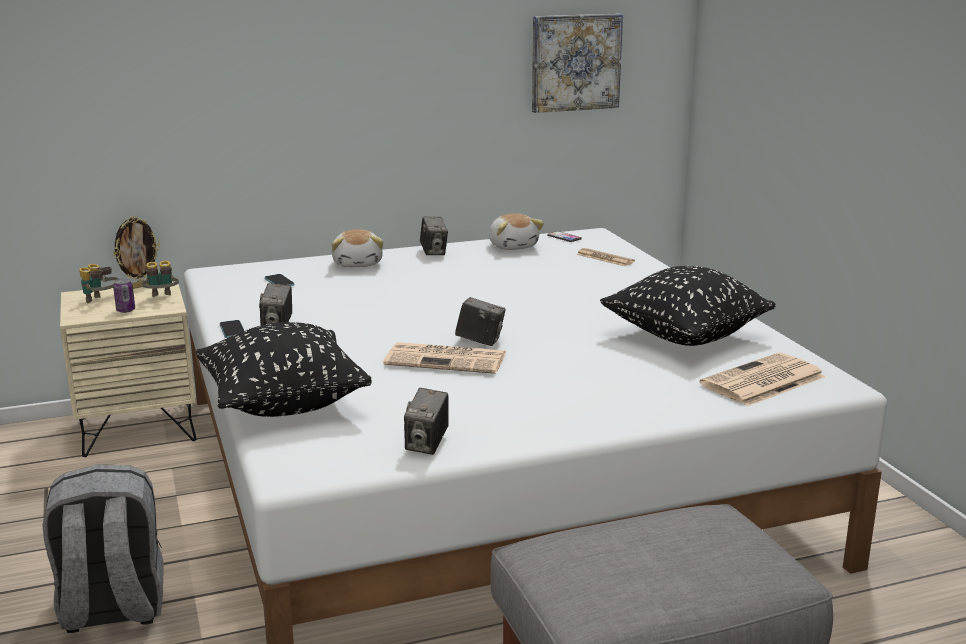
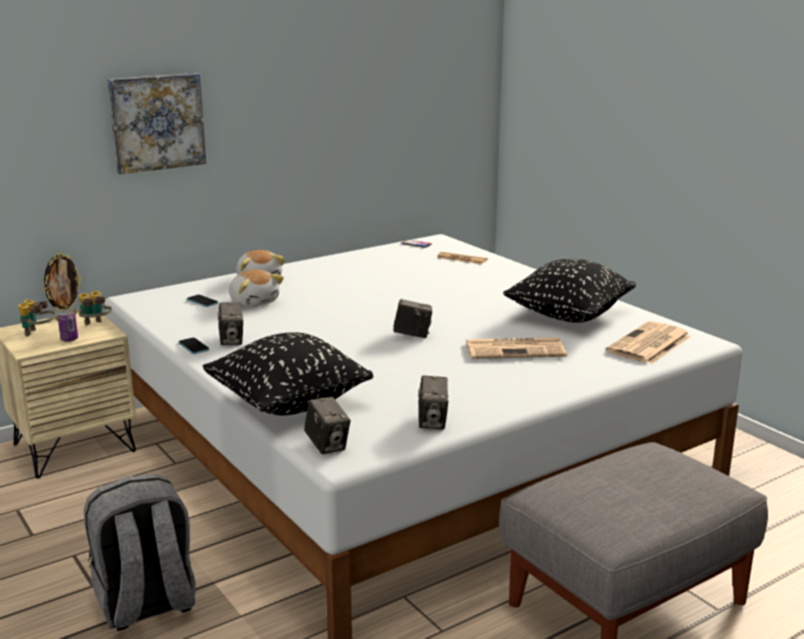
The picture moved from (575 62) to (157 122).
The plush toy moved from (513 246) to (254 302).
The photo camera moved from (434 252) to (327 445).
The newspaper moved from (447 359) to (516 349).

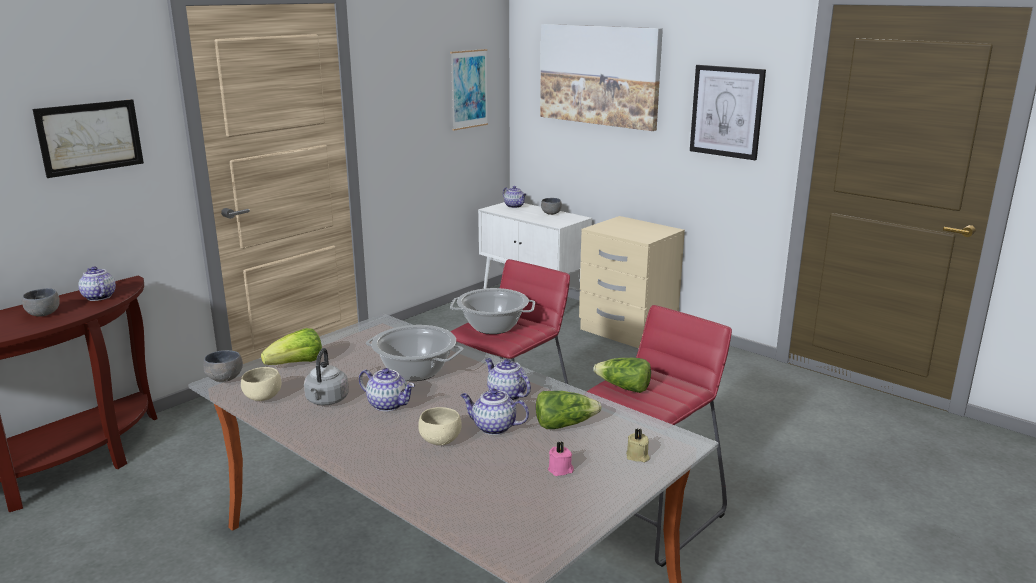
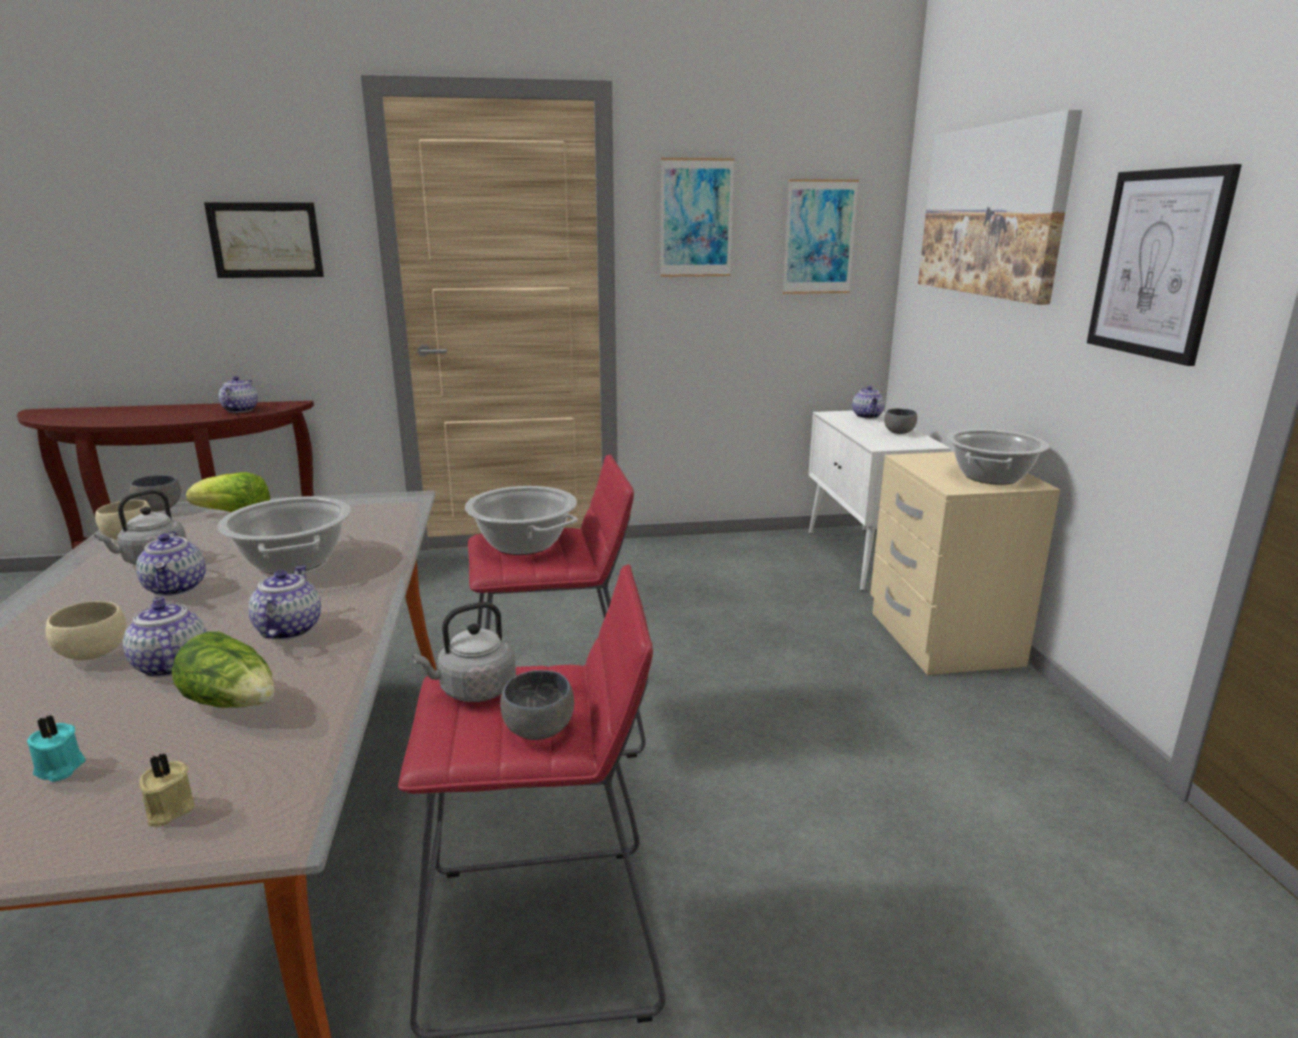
The candle/pink at (561 470) became the candle/turquoise at (59 769).
The lettuce at (624 388) was replaced by the kettle/grey at (473 690).
The bowl/grey moved from (44 314) to (539 732).
The picture at (696 218) appeared.
The cooking pot at (990 476) appeared.

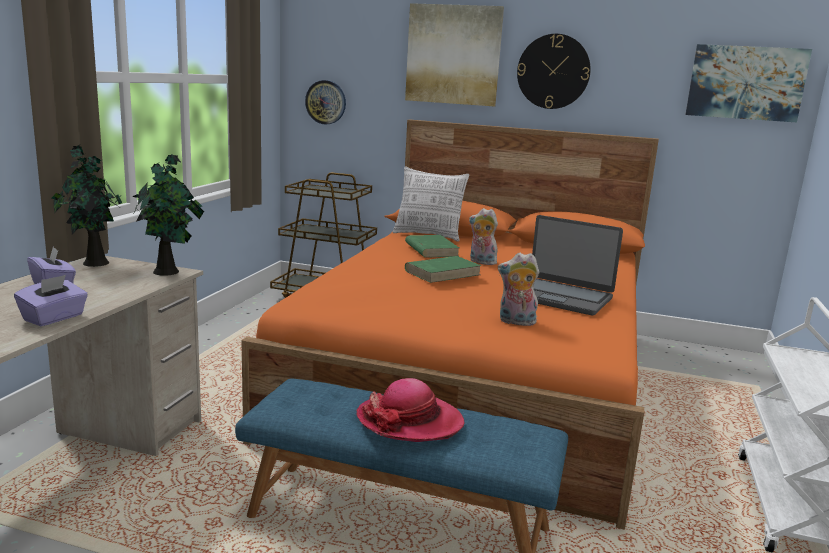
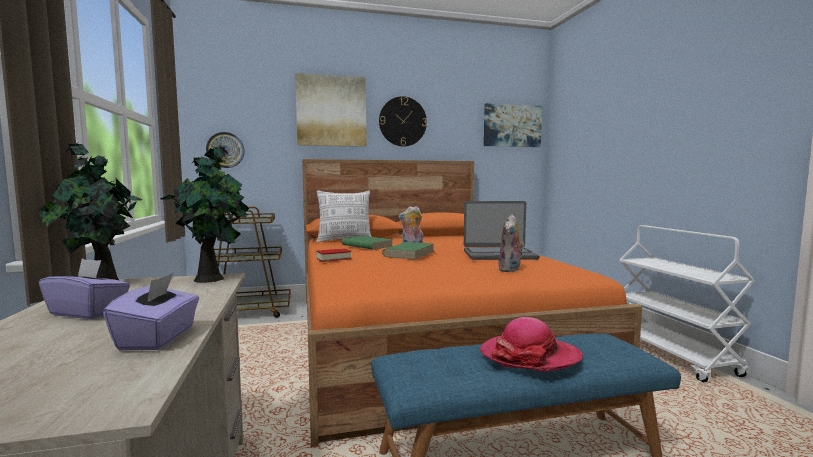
The book at (333 258) appeared.
The plush toy at (516 322) turned 45 degrees counterclockwise.

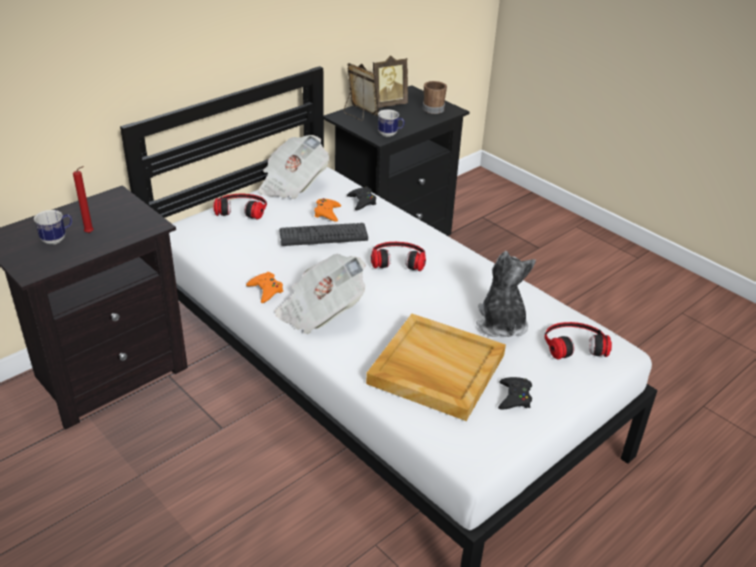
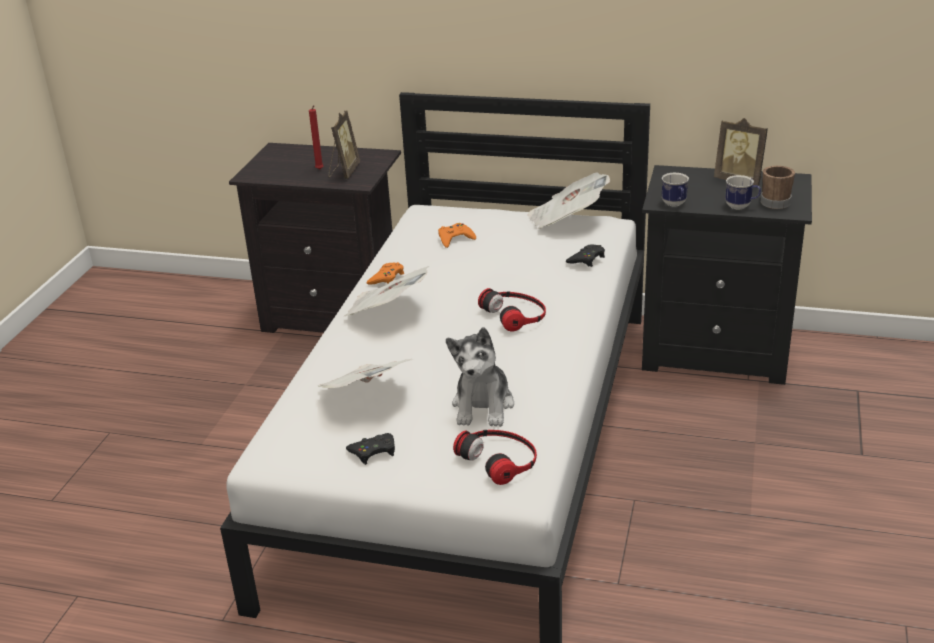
The tray/beige at (435 369) was replaced by the newspaper at (367 395).
The picture frame moved from (359 114) to (344 172).
The game controller/orange moved from (327 213) to (455 239).
The plush toy at (501 323) turned 135 degrees clockwise.
The mug moved from (57 239) to (741 206).
The headphones at (242 209) disappeared.
The keyboard at (323 235) disappeared.

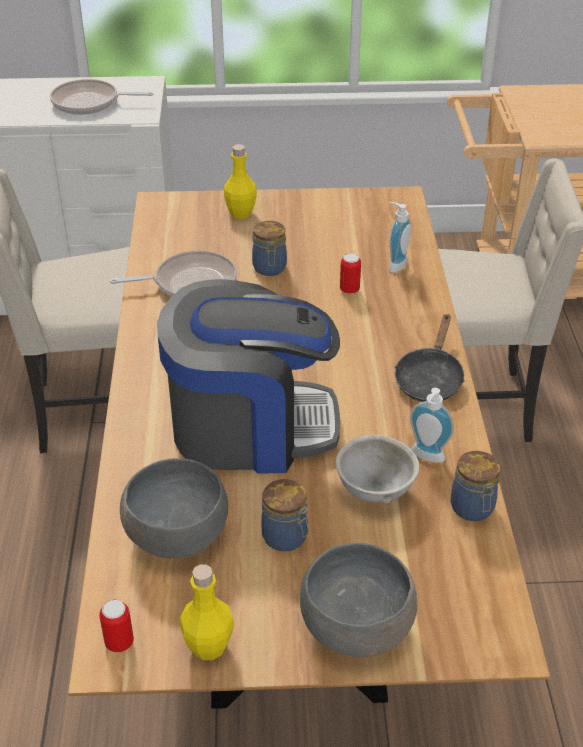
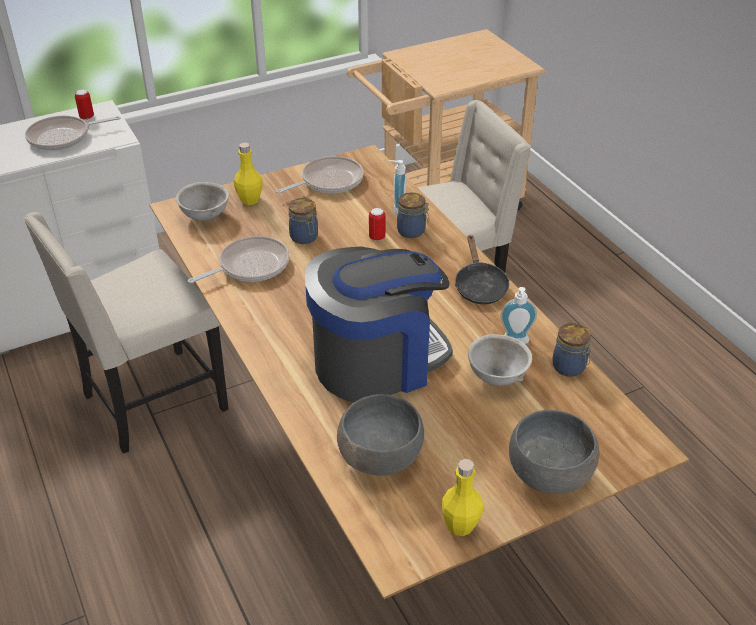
The can moved from (119 643) to (87 117).
The bowl/grey at (205 216) appeared.
The frying pan at (328 181) appeared.
The jar moved from (286 537) to (412 231).

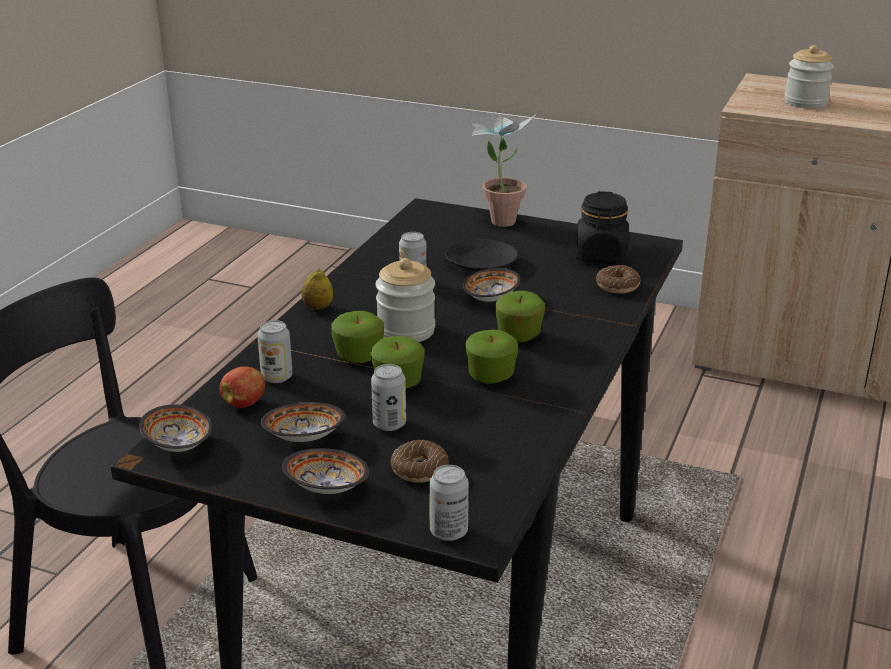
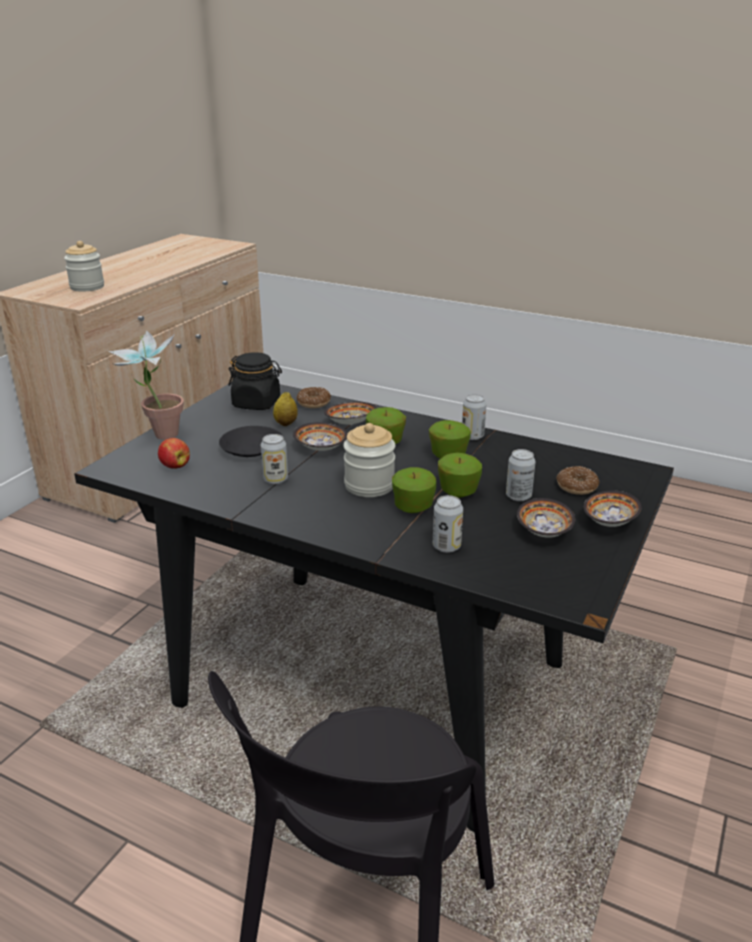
The apple moved from (244 403) to (175 466).
The lemon moved from (318 308) to (286 424).
The bowl moved from (178 445) to (350 423).
The can moved from (448 531) to (472 436).

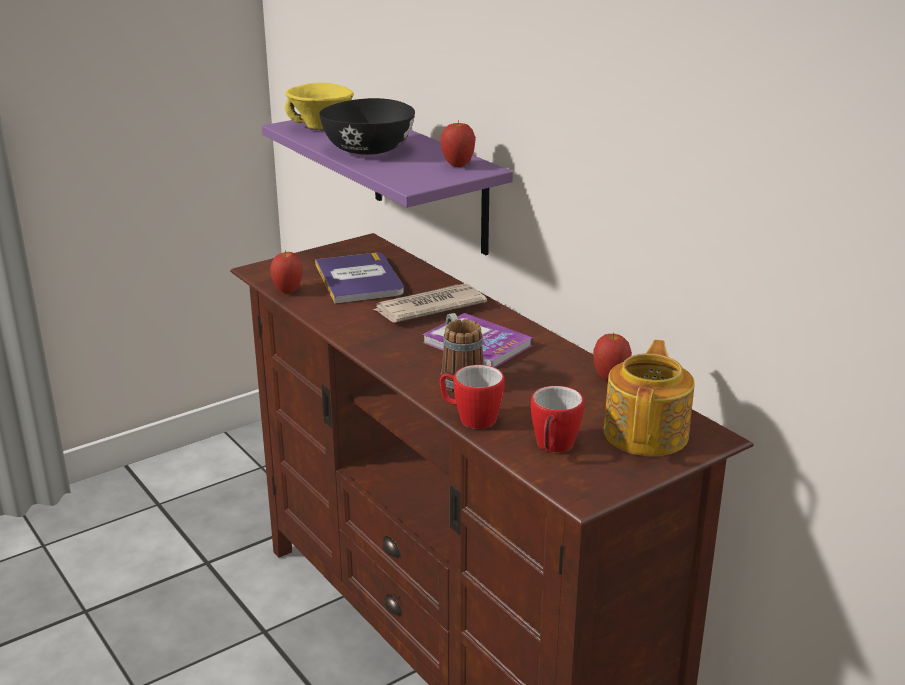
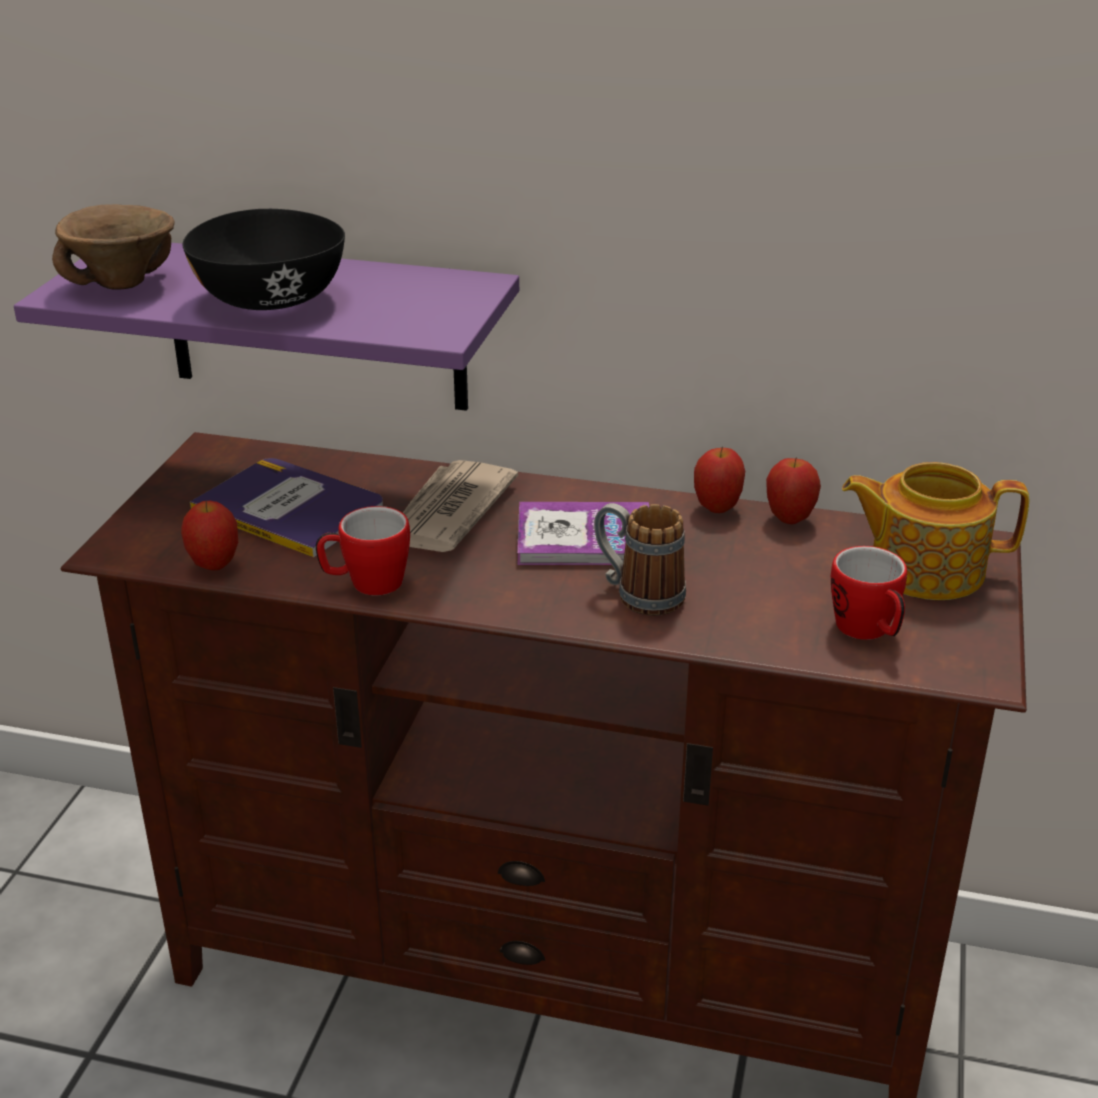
The bowl/yellow at (319 128) became the bowl/brown at (122 284).
The mug moved from (470 418) to (366 584).
The apple moved from (457 165) to (717 508).
The teapot at (647 433) turned 60 degrees counterclockwise.

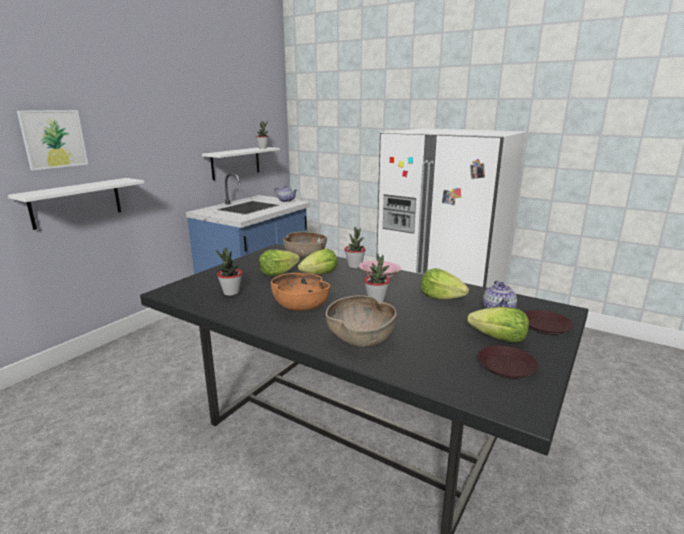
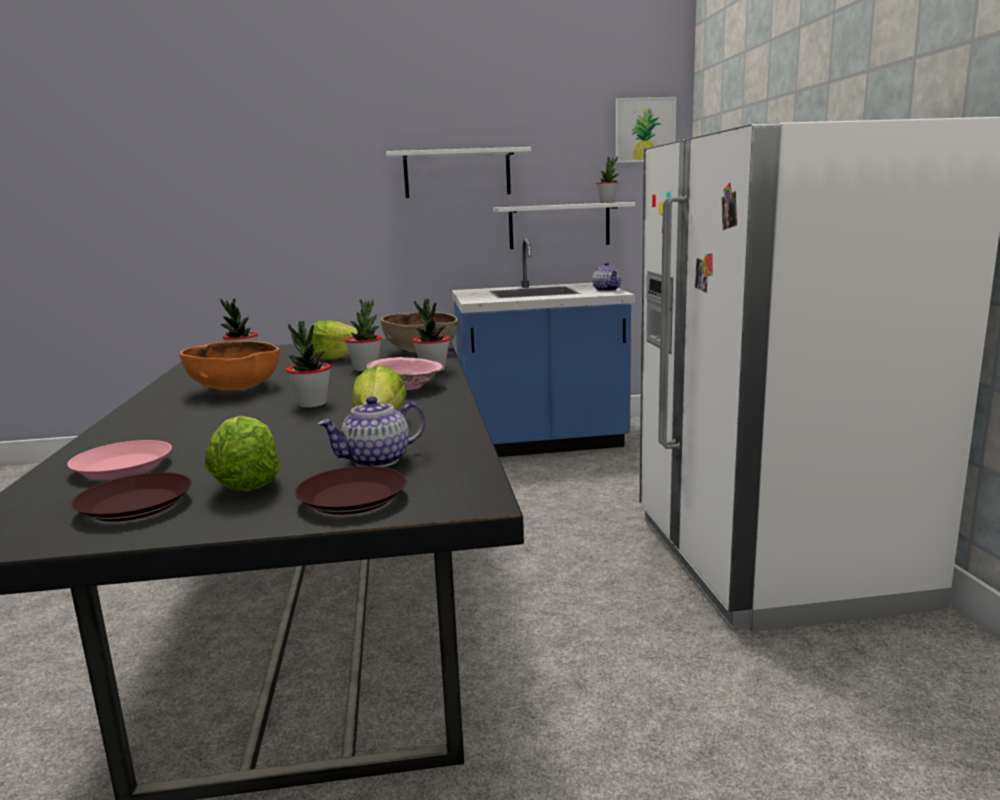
The plate/pink at (123 467) appeared.
The lettuce at (320 274) was replaced by the potted plant at (366 369).
The shelf/white moved from (76 202) to (457 174).
The picture moved from (54 139) to (645 130).
The bowl/brown at (361 339) disappeared.

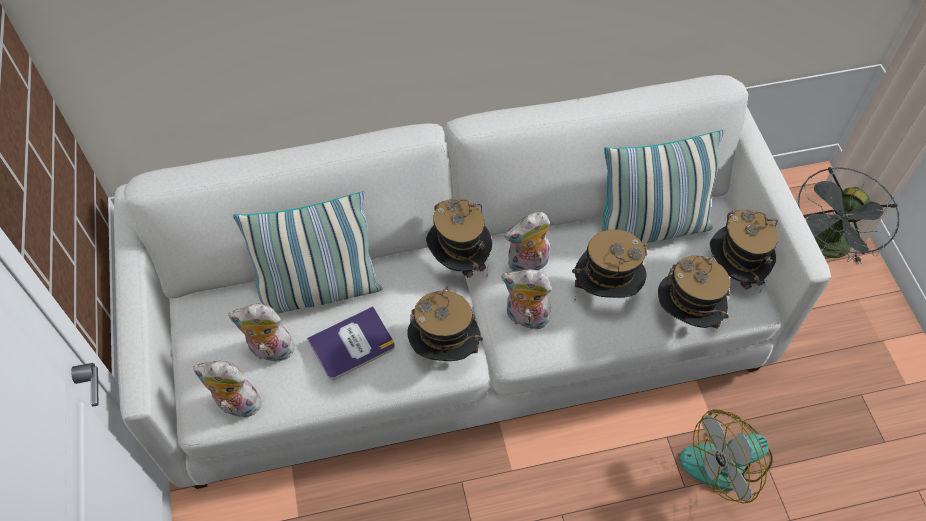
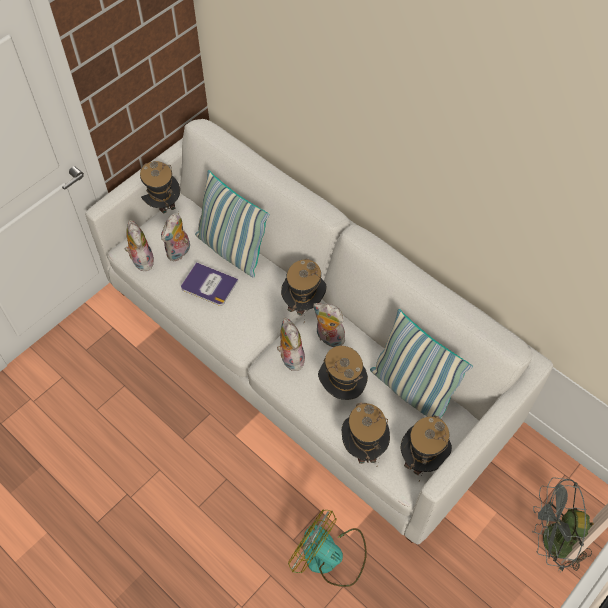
The hat moved from (444 350) to (163 205).
The plush toy at (270 351) turned 120 degrees counterclockwise.

